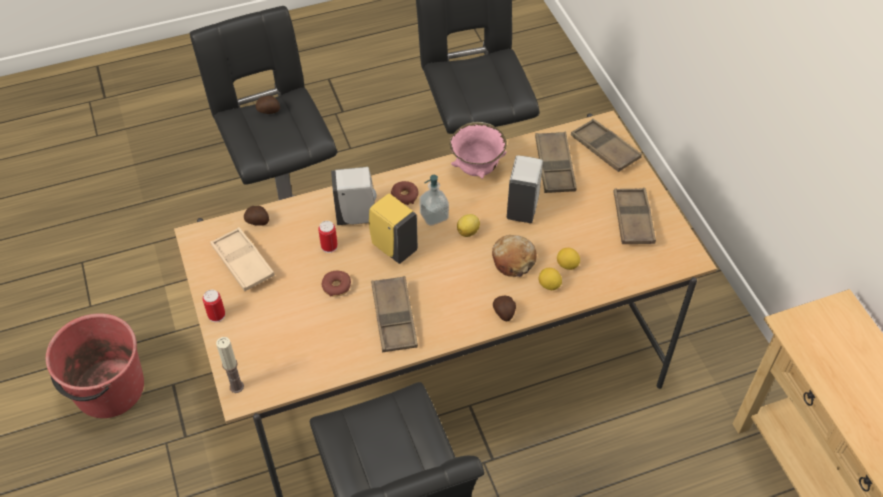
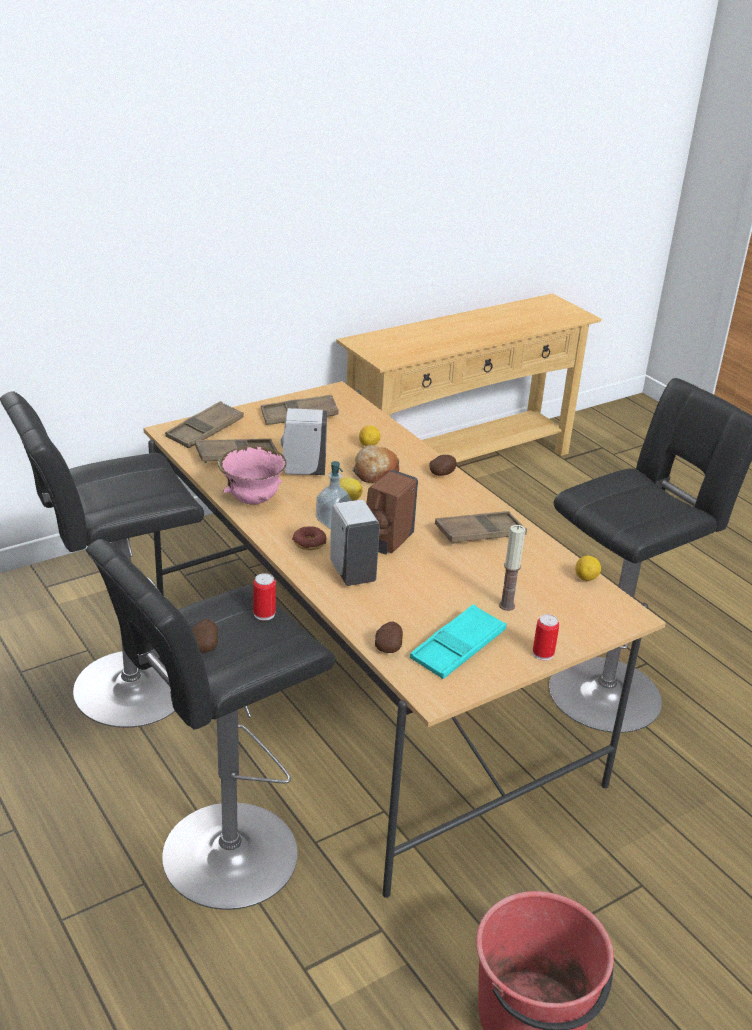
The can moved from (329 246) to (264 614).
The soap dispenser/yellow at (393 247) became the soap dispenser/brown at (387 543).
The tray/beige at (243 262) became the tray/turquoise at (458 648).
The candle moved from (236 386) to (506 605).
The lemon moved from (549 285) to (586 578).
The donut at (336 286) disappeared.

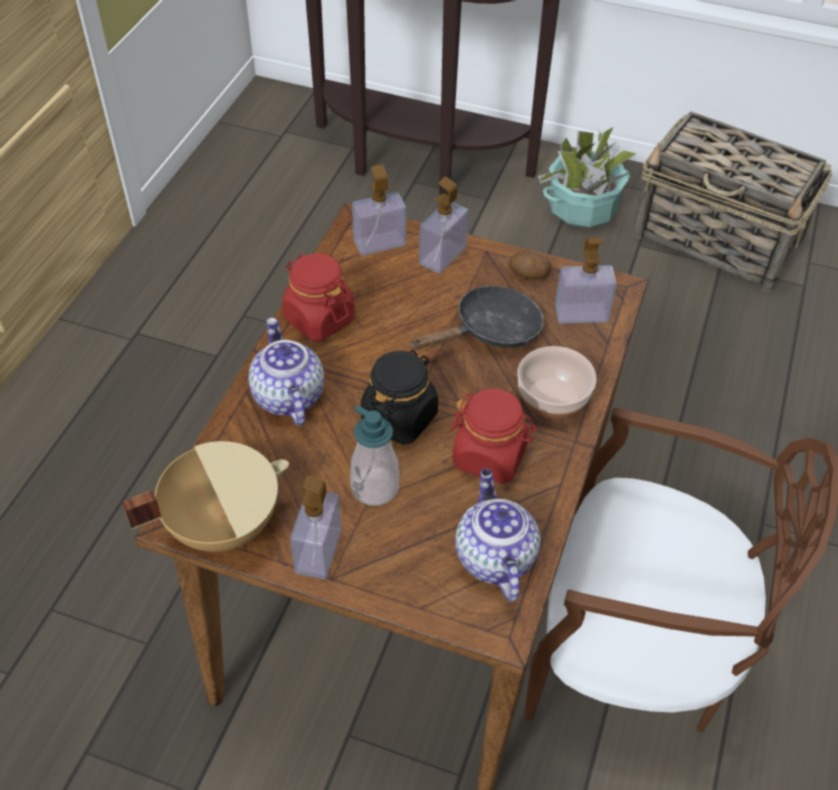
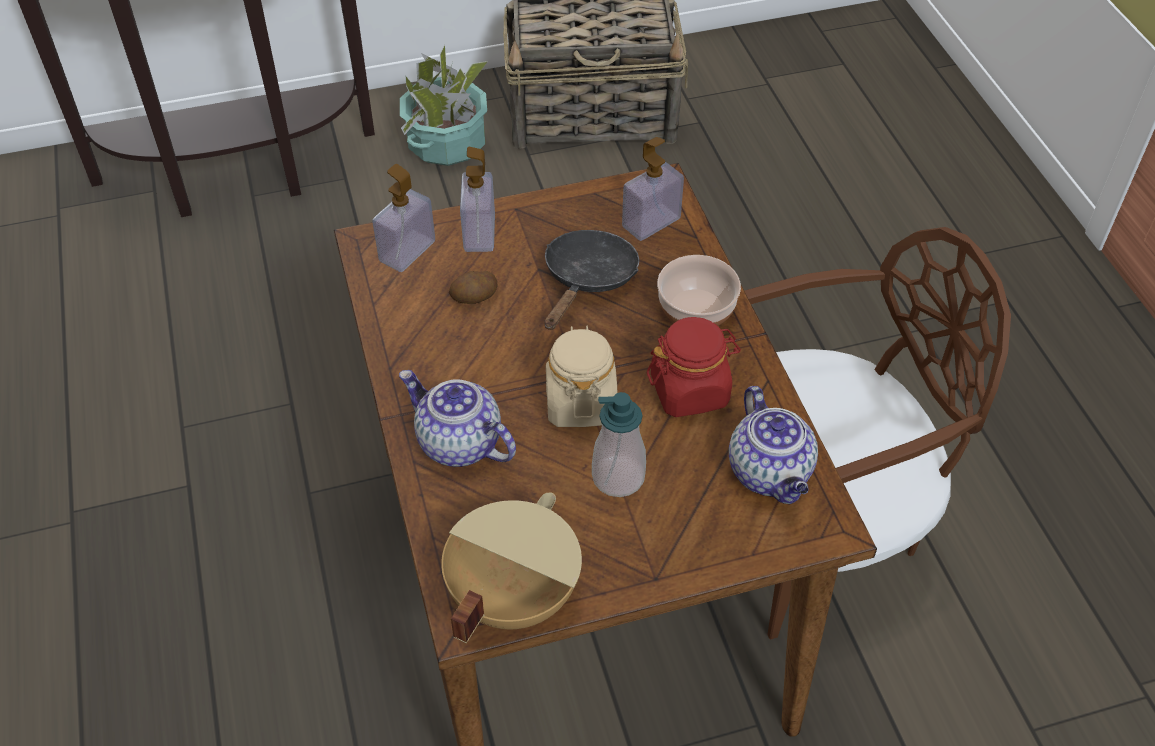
The potato moved from (528 275) to (475 298).
The jar/black at (399 417) became the jar/beige at (580 402).
The teapot at (493 556) turned 150 degrees counterclockwise.
The jar/red at (319 318) disappeared.
The soap dispenser at (318 551) disappeared.

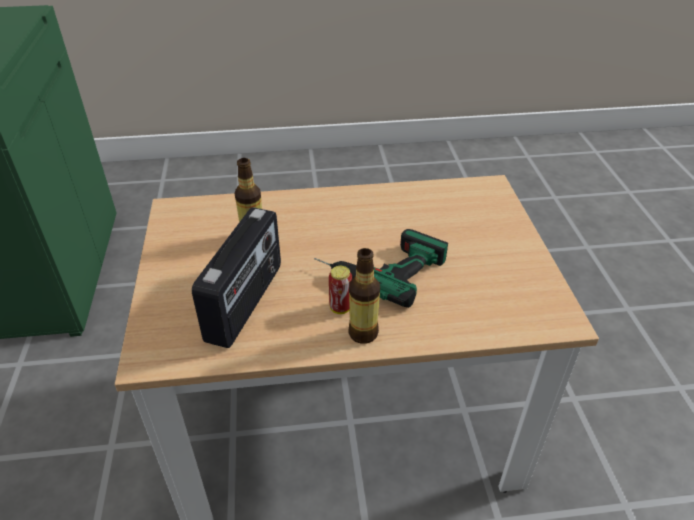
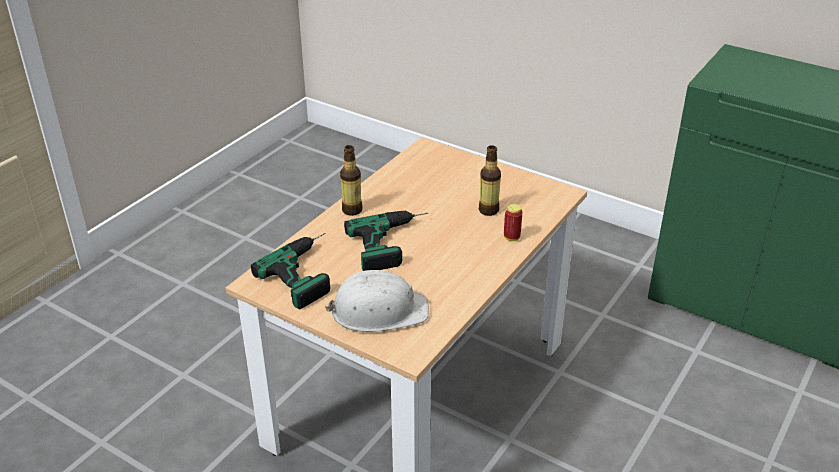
The power drill at (309 271) appeared.
The hard hat/white at (378 311) appeared.
The can moved from (340 308) to (511 237).
The radio at (246 302) disappeared.

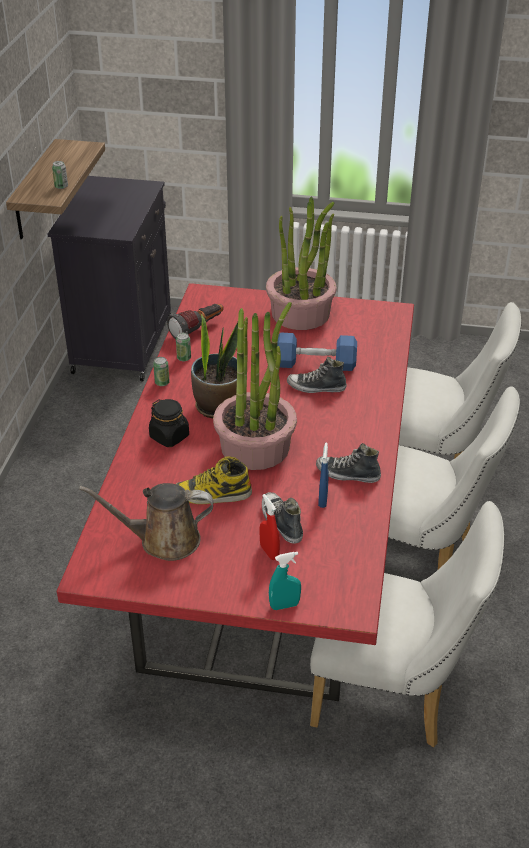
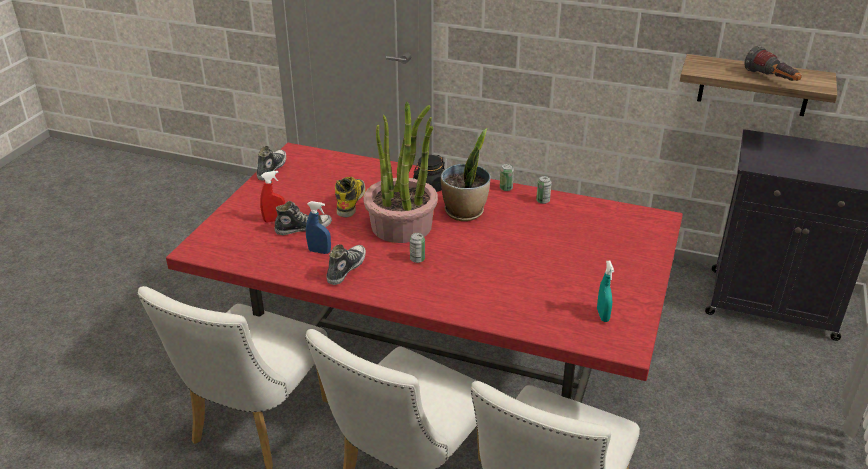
The shoe moved from (316 387) to (271 169).
The can moved from (61 186) to (417 259).
The spray bottle/turquoise moved from (284 605) to (602 315).
The flashlight moved from (198 330) to (771 80).
The watering can/brown at (163 540) disappeared.
The potted plant at (301 314) disappeared.
The dumbbell/blue at (315 364) disappeared.

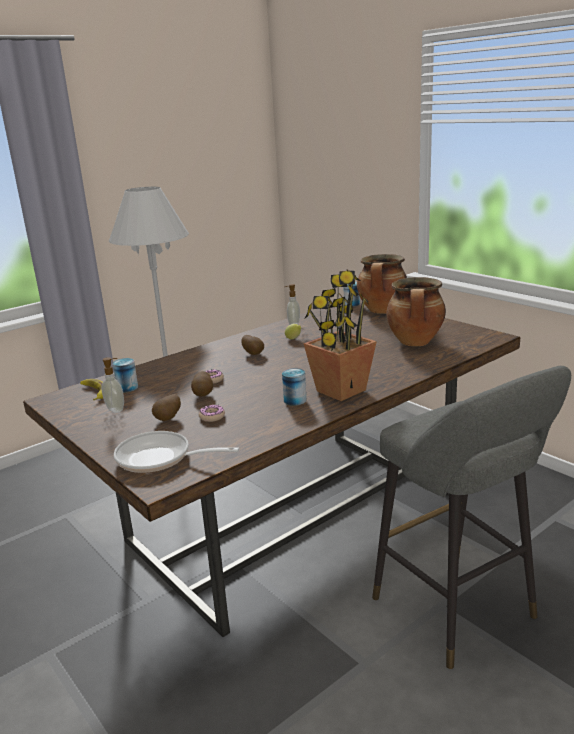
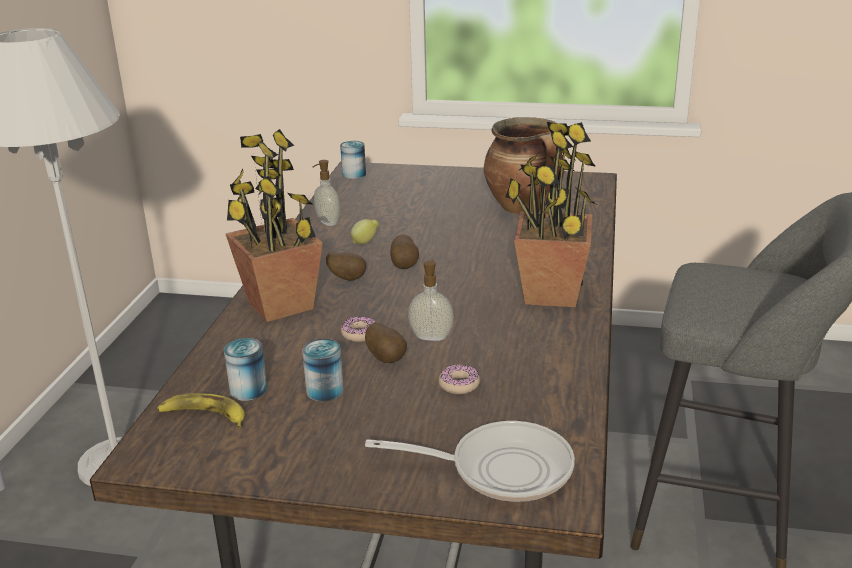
The potted plant at (281 305) appeared.
The can moved from (295 400) to (325 391).
The frying pan at (160 459) turned 150 degrees counterclockwise.
The potato moved from (169 419) to (405 266).
The soap dispenser moved from (116 409) to (431 336).
The cooking pot at (382 311) disappeared.

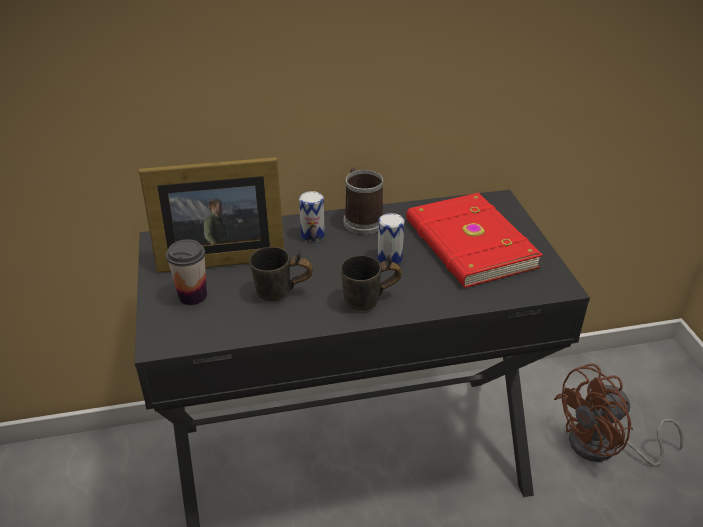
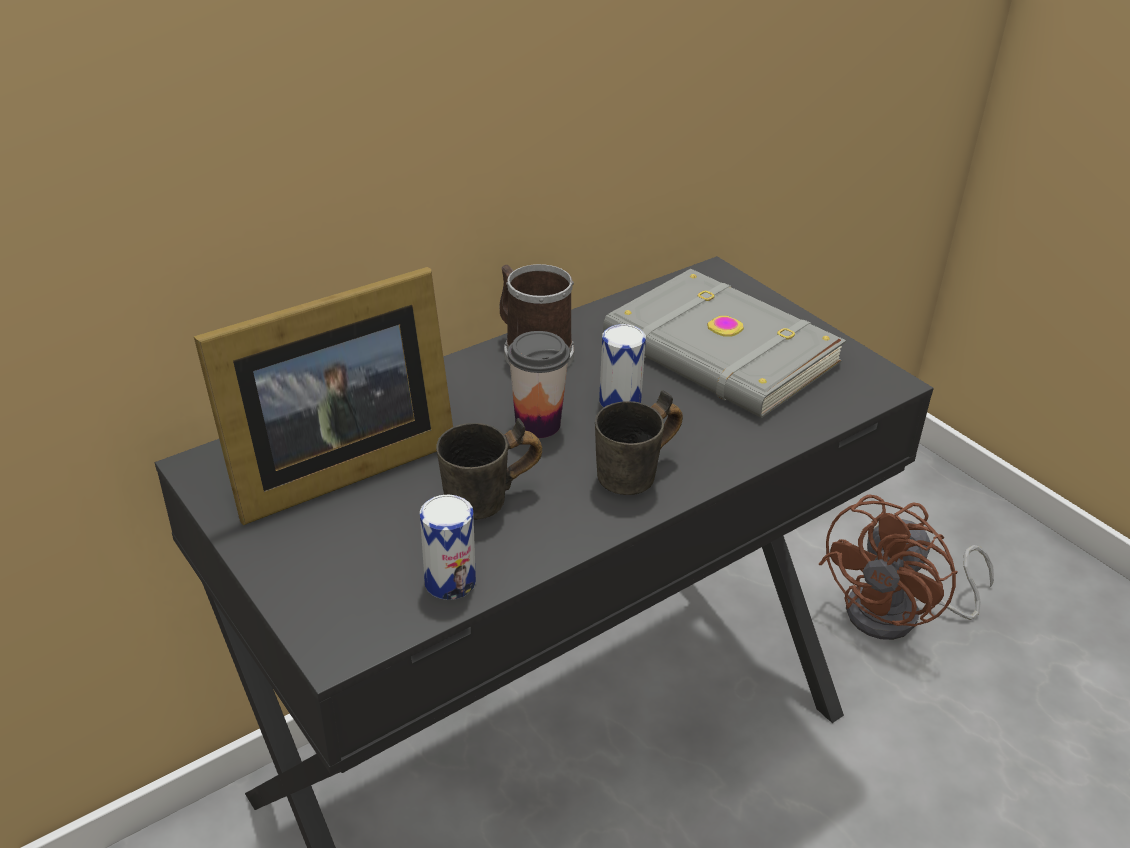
The can moved from (312 235) to (450 582).
The cup moved from (192 296) to (538 424).
The book/red at (468 245) became the book/grey at (719 352).

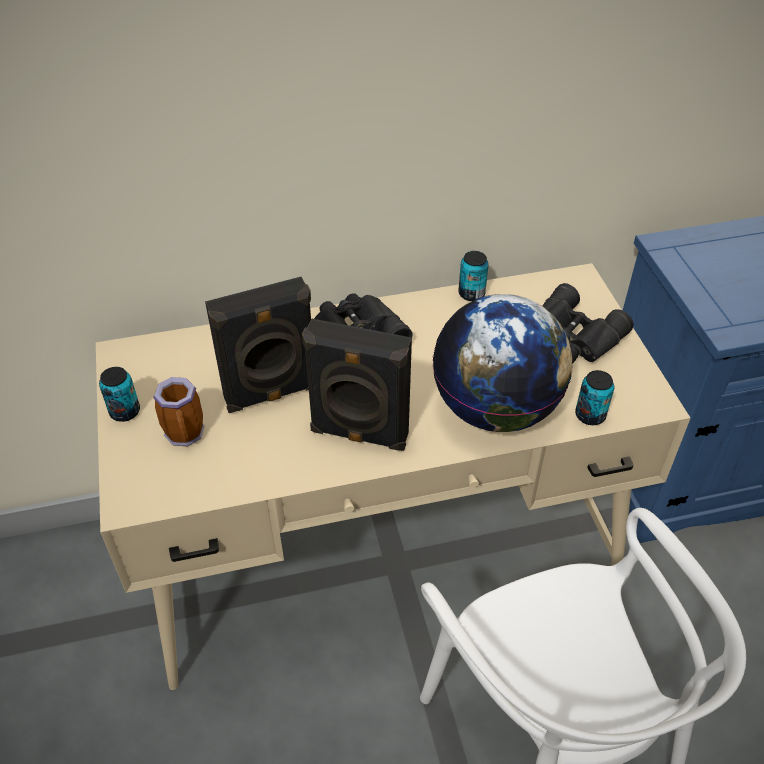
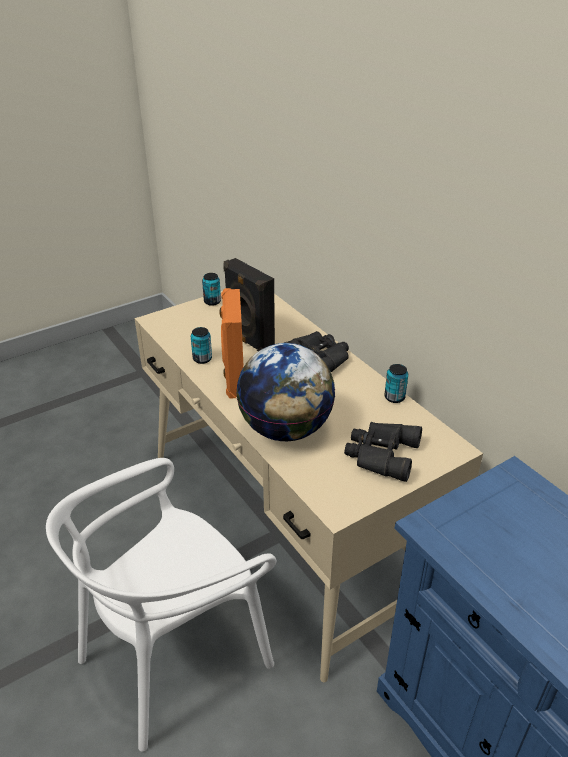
The can moved from (590 415) to (202 359).
The speaker/black at (359 435) became the speaker/orange at (233 379).
The mug at (187 435) disappeared.

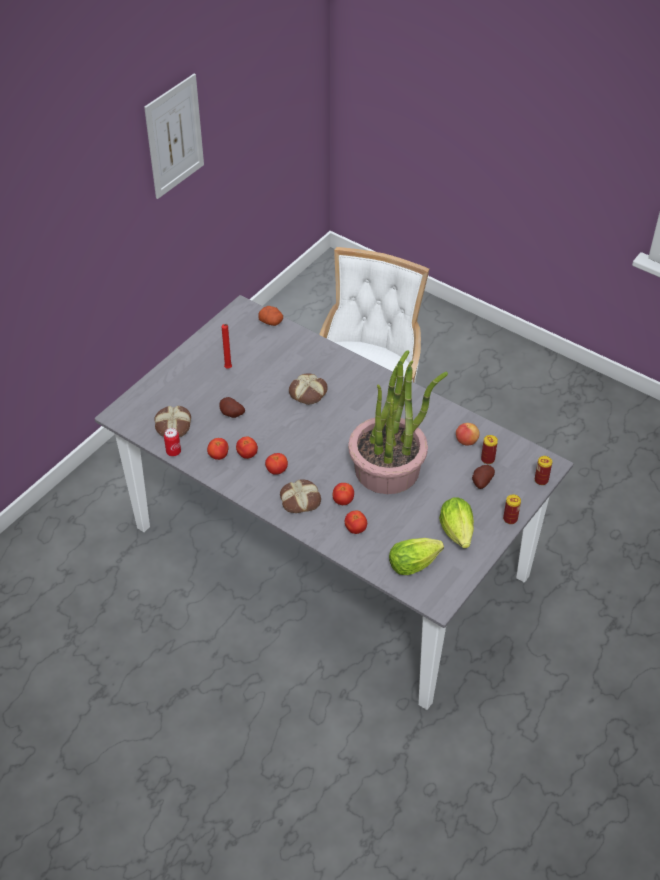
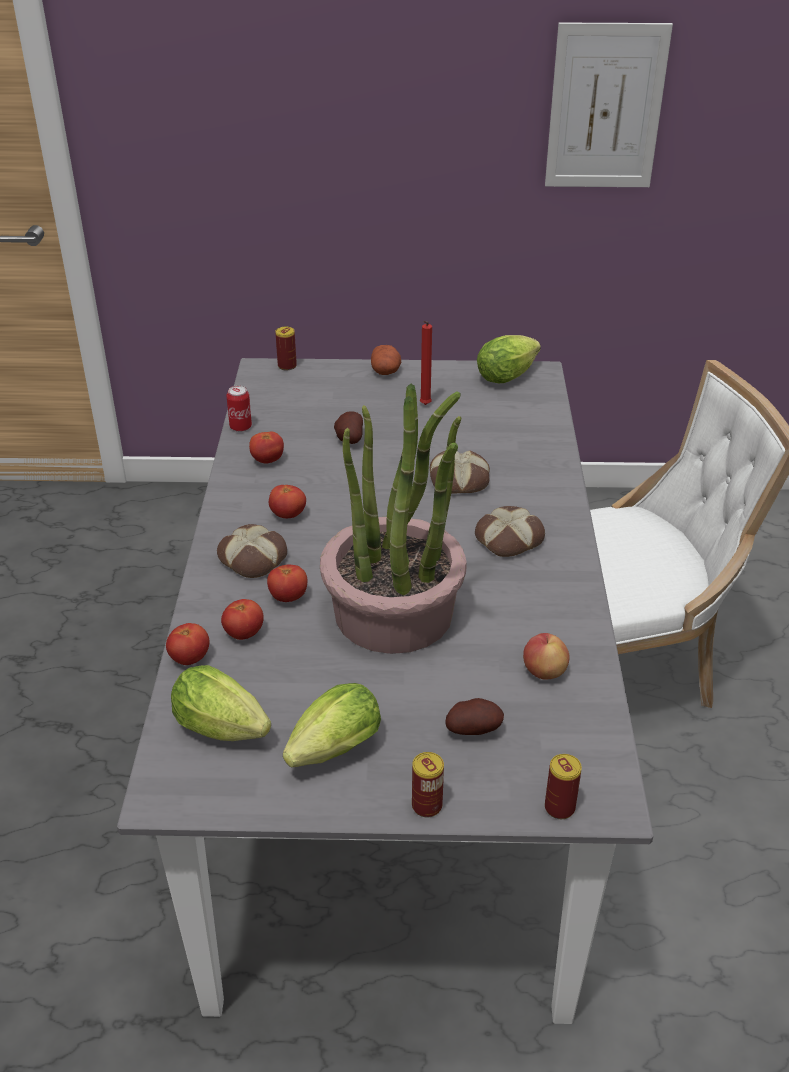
The tomato moved from (247 454) to (190 658).
The can moved from (487 459) to (287 366).
The potato moved from (271 321) to (386 371).
The bread moved from (172 425) to (508 538).
The lettuce at (509 375) appeared.

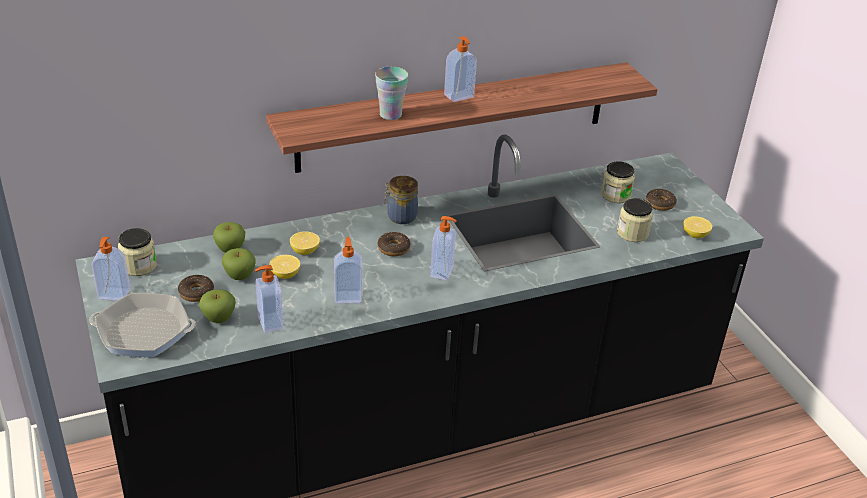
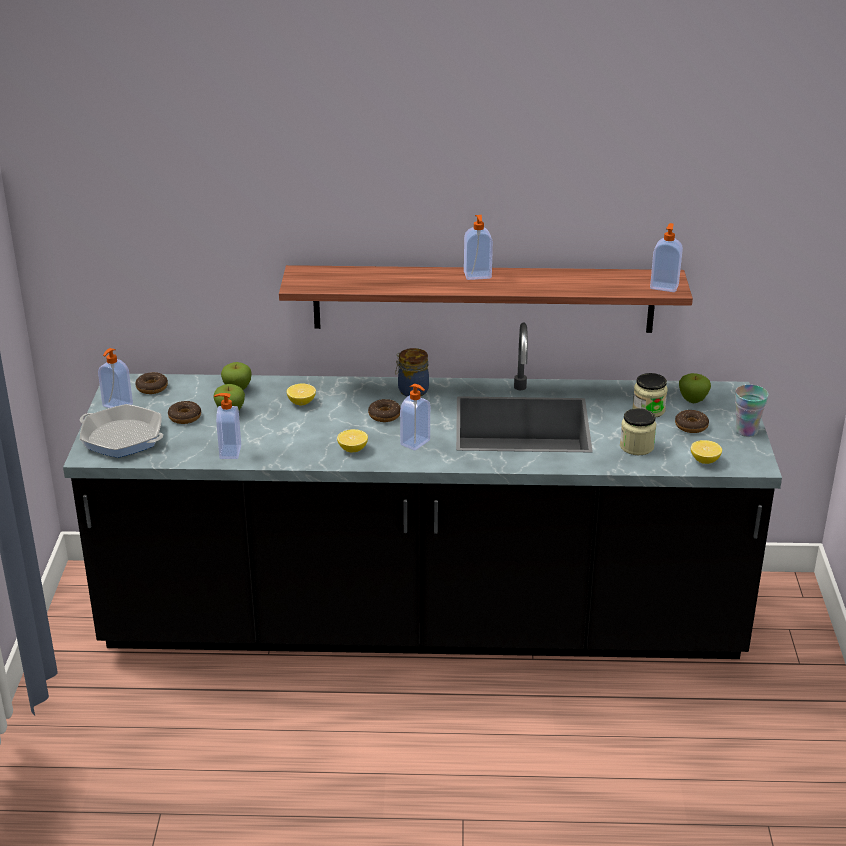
The jar at (139 266) was replaced by the donut at (152 388).
The lemon moved from (285 275) to (352 449).
The soap dispenser moved from (348 296) to (664 286).
The apple moved from (218 318) to (692 400).
The cup moved from (390 115) to (746 431).

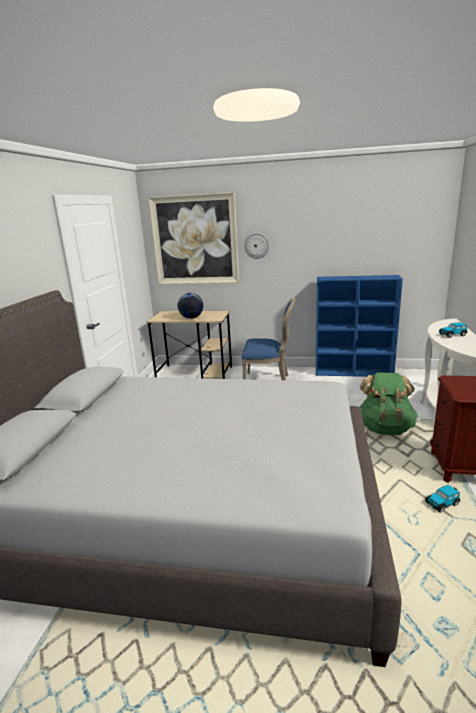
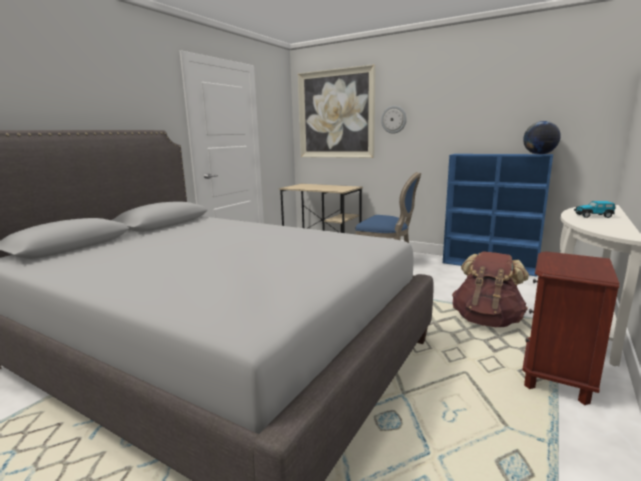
The backpack/green at (385 428) became the backpack/brown at (487 320).
The globe moved from (191 318) to (539 154).
The toy car at (442 504) disappeared.

